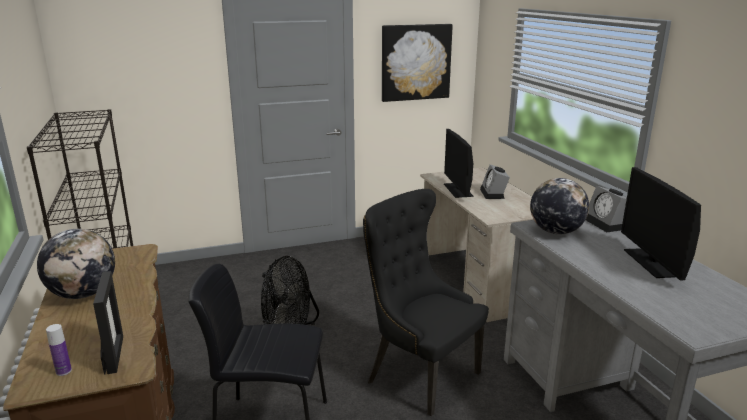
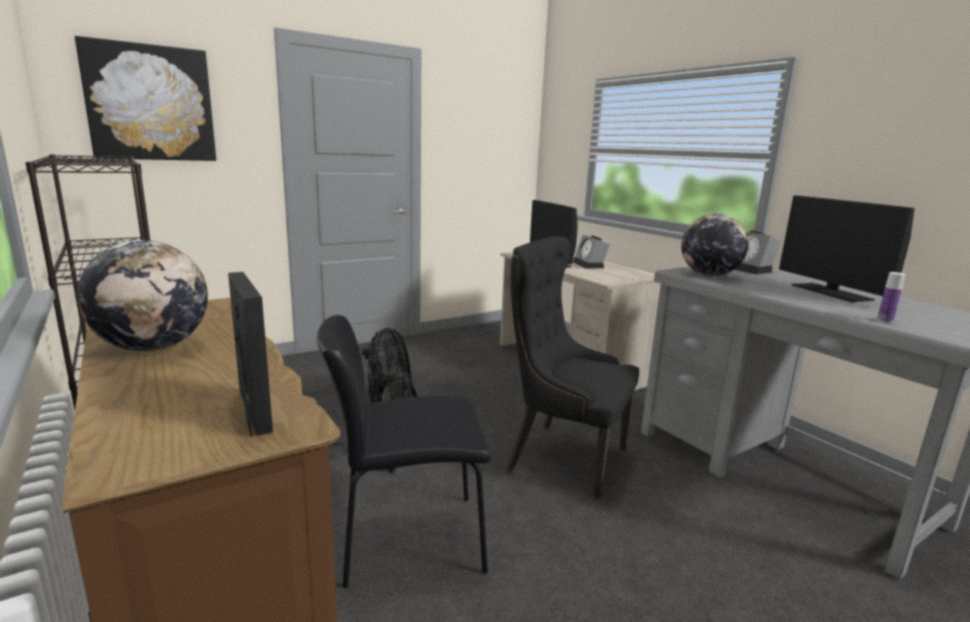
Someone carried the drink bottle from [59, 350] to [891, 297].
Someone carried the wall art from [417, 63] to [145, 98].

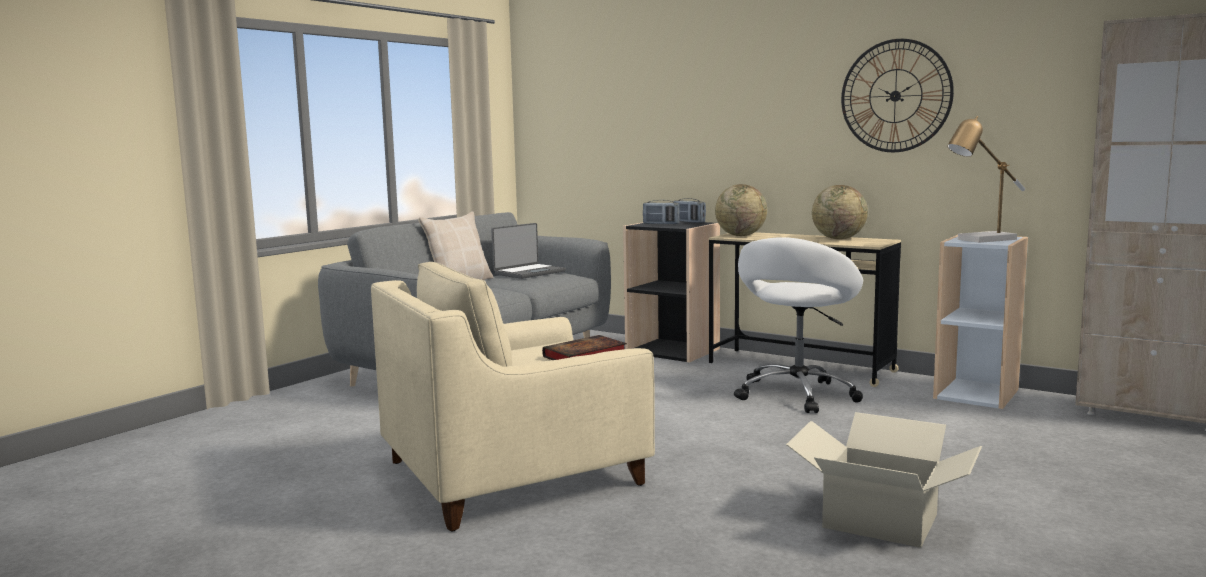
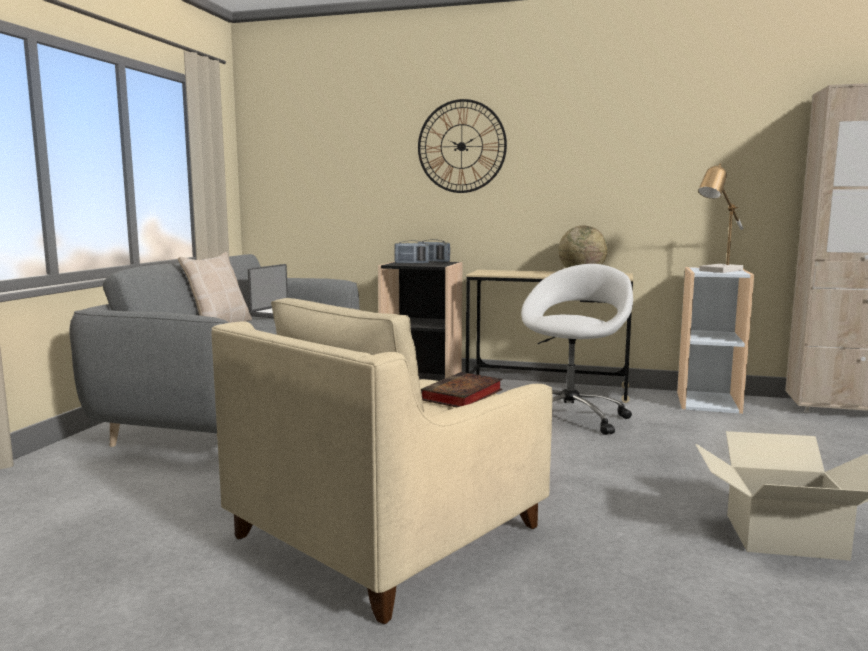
Someone took away the world globe at [741, 210].
Someone rotated the white office chair at [798, 325] by 150 degrees counterclockwise.
Someone carried the wall clock from [897, 95] to [462, 146].

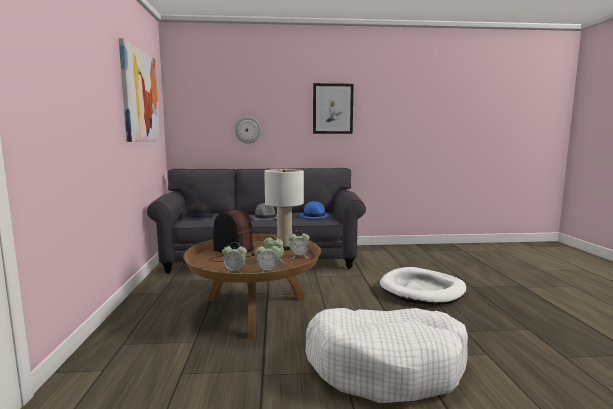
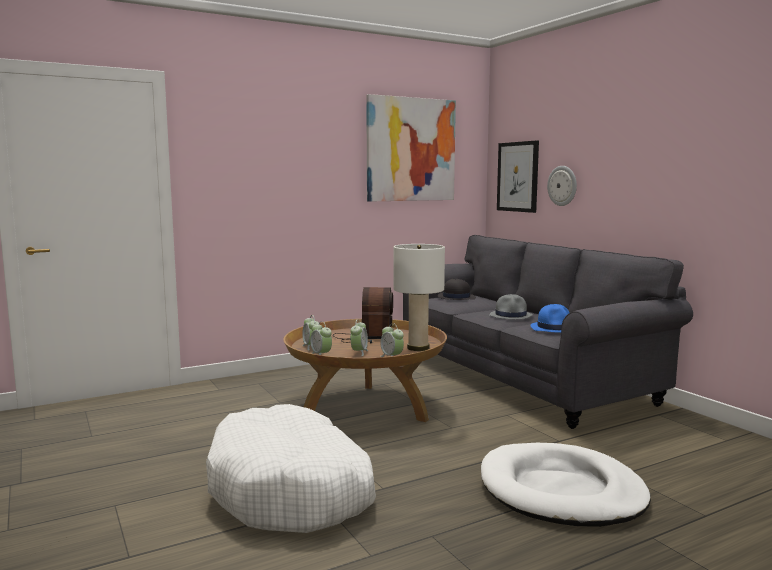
Someone carried the wall art from [333, 108] to [518, 177].

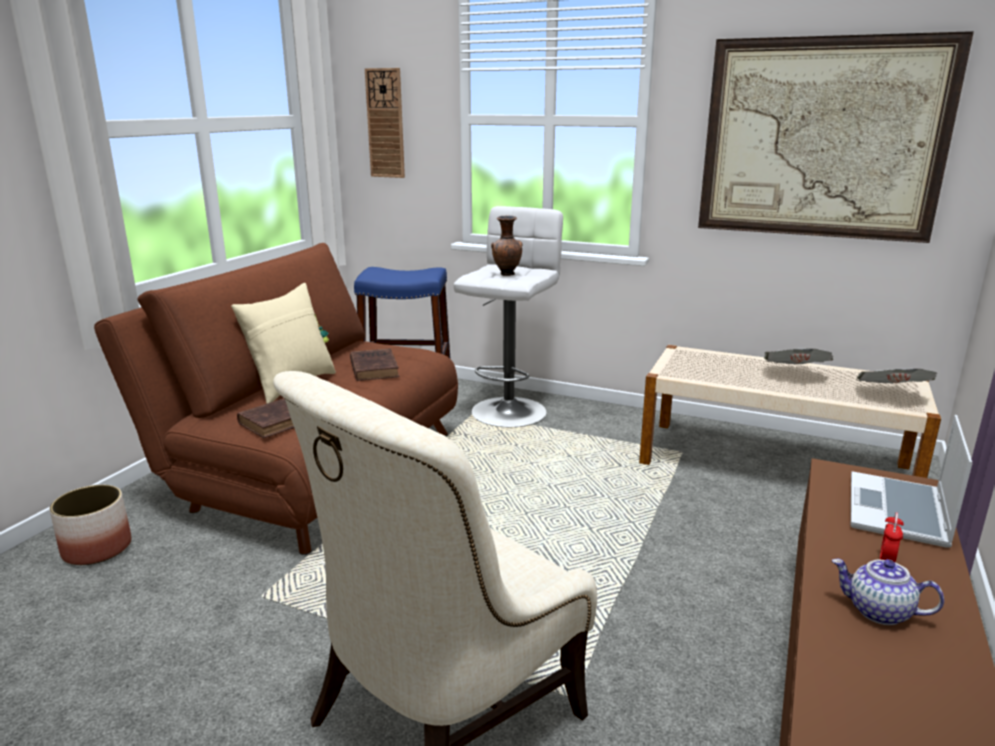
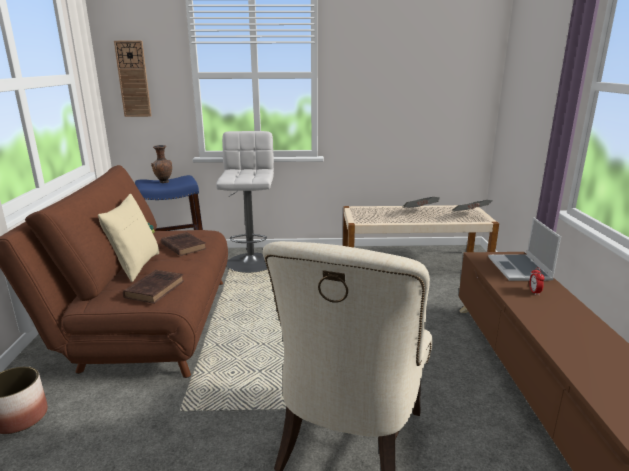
Someone carried the brownish decorative vase from [506, 246] to [161, 164].
Someone took away the wall art at [836, 137].
Someone took away the teapot at [888, 592].

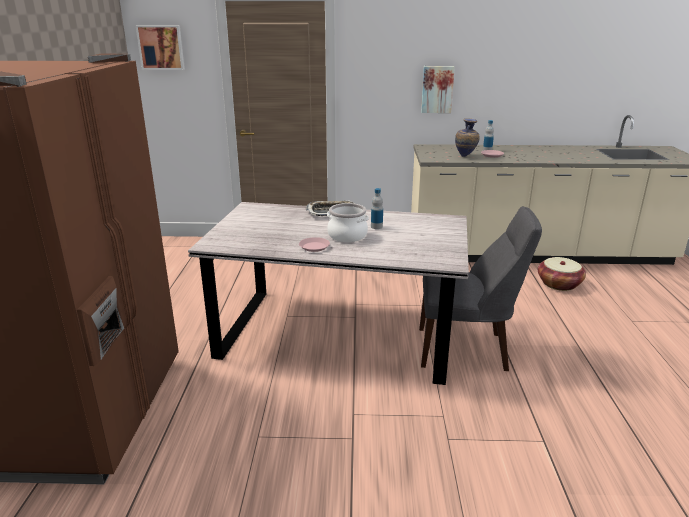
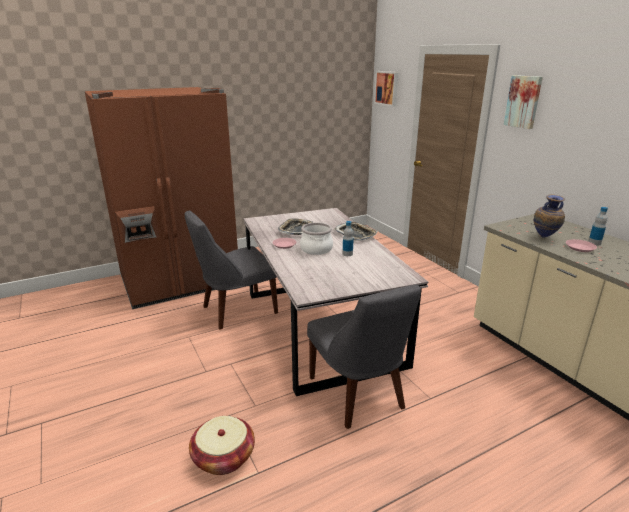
Someone carried the wall art from [438, 89] to [523, 102].
Someone carried the storage basket from [562, 274] to [222, 445].
Someone put down the gray chair at [231, 270].
Someone put down the carrying tray at [296, 226].

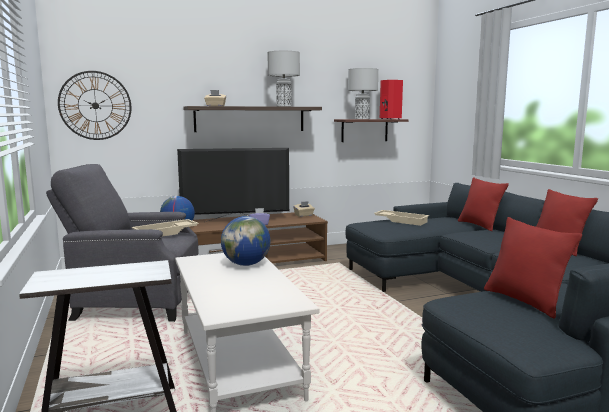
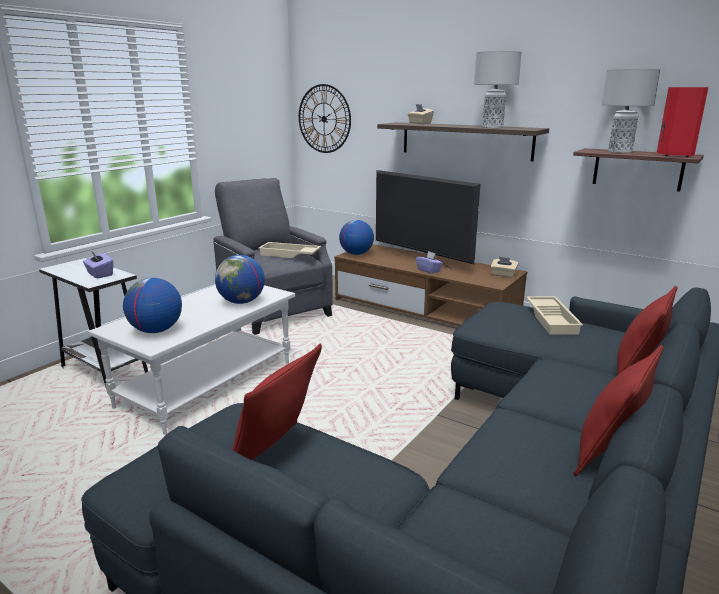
Someone put down the purplish tissue box at [98, 265].
Someone put down the world globe at [152, 305].

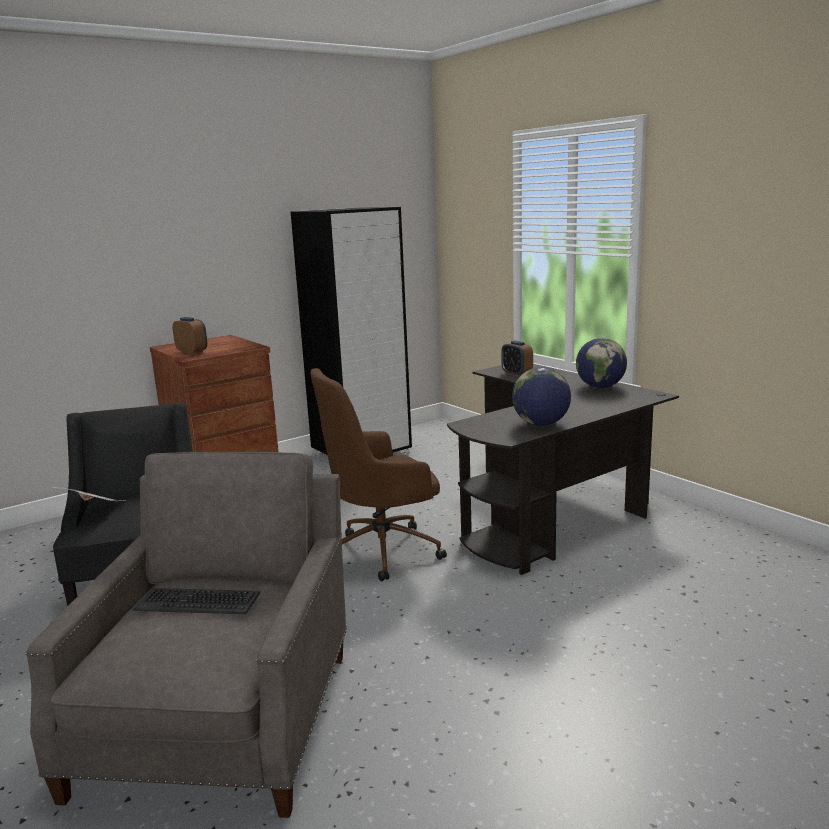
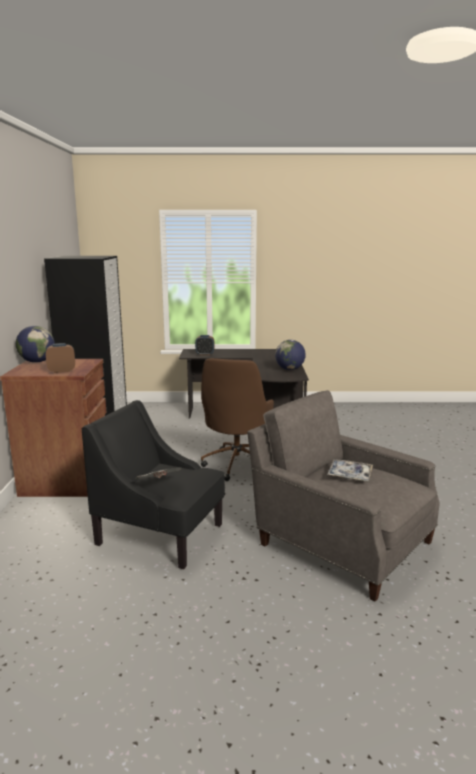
Someone swapped the keyboard at [196, 601] for the carrying tray at [350, 470].
Someone carried the world globe from [601, 363] to [35, 344].

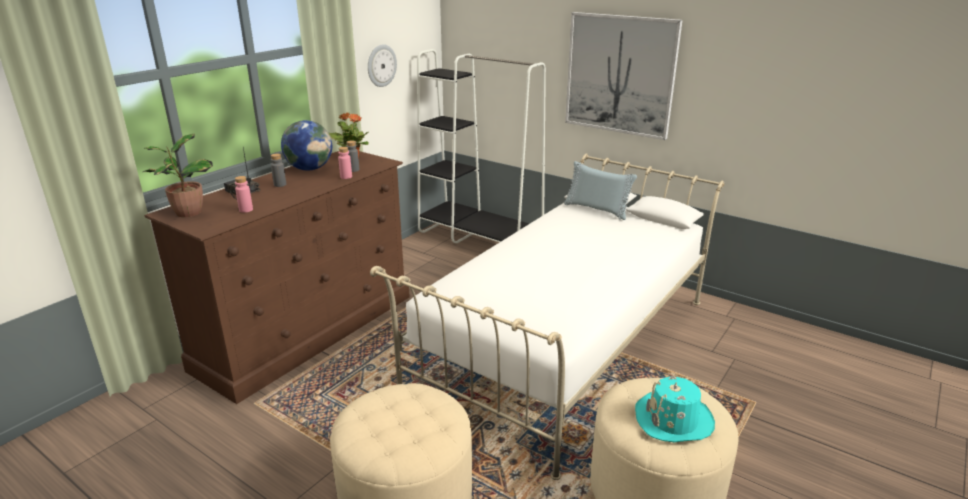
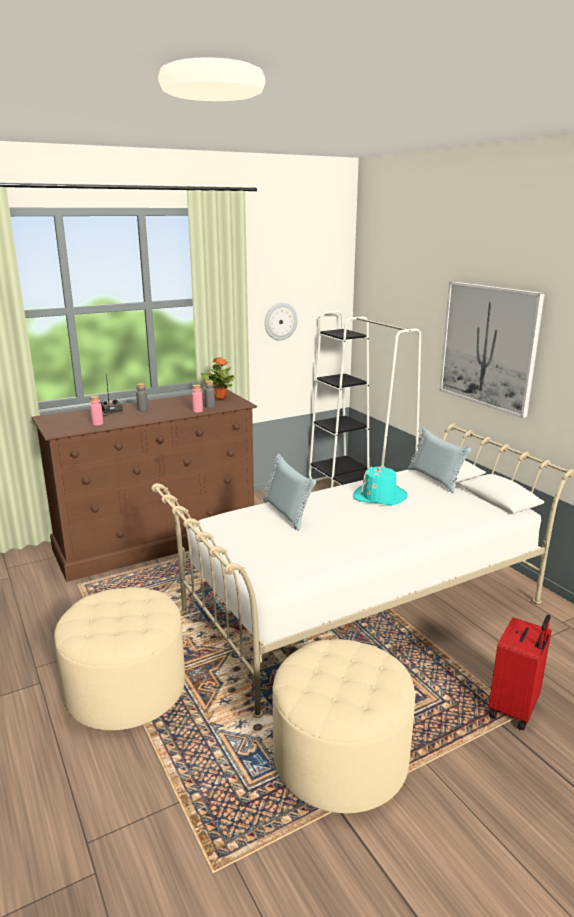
Someone took away the houseplant at [178, 175].
Someone took away the world globe at [306, 145].
Someone carried the turquoise-coloured wearable hat from [675, 409] to [380, 485].
Someone put down the bluish pillow at [288, 492].
Someone put down the reddish travel case at [520, 672].

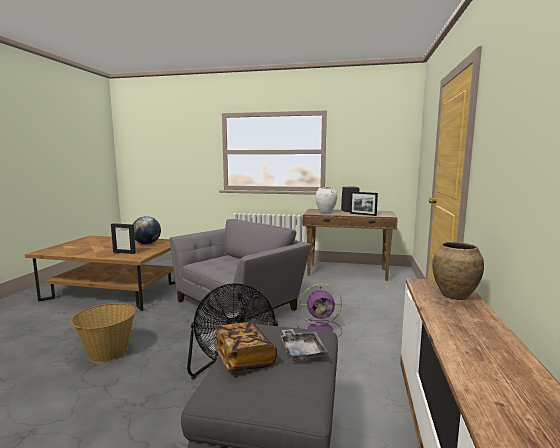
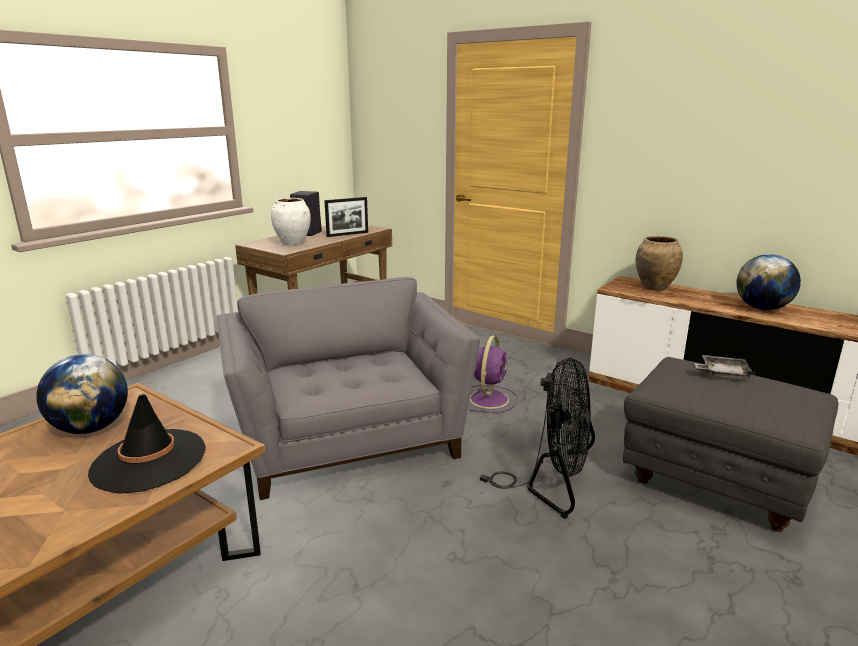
Someone took away the storage basket at [103, 333].
Someone swapped the photo frame at [123, 238] for the black wearable hat at [147, 444].
Someone took away the bound book at [245, 346].
Someone put down the world globe at [769, 282].

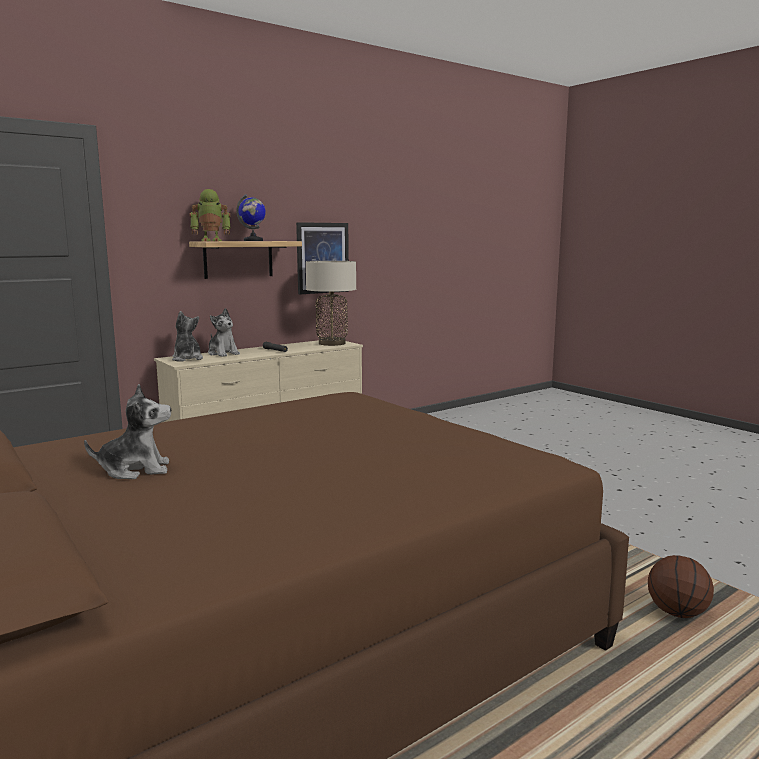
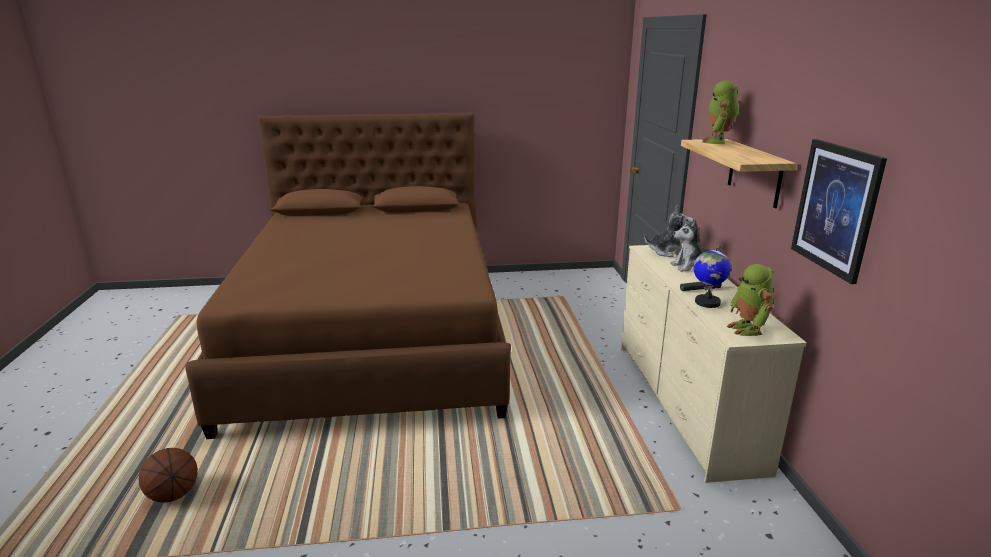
Someone took away the plush toy at [127, 431].
Someone carried the world globe from [251, 217] to [712, 276].
Someone swapped the tabletop lamp at [331, 303] for the toy robot at [750, 300].

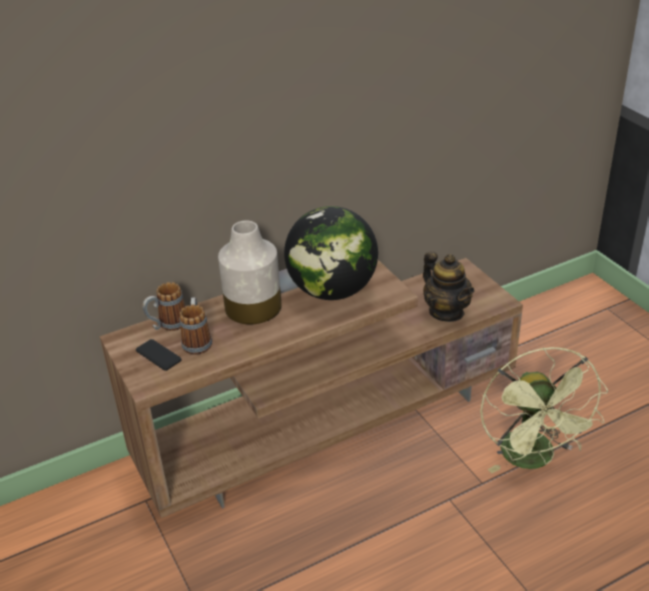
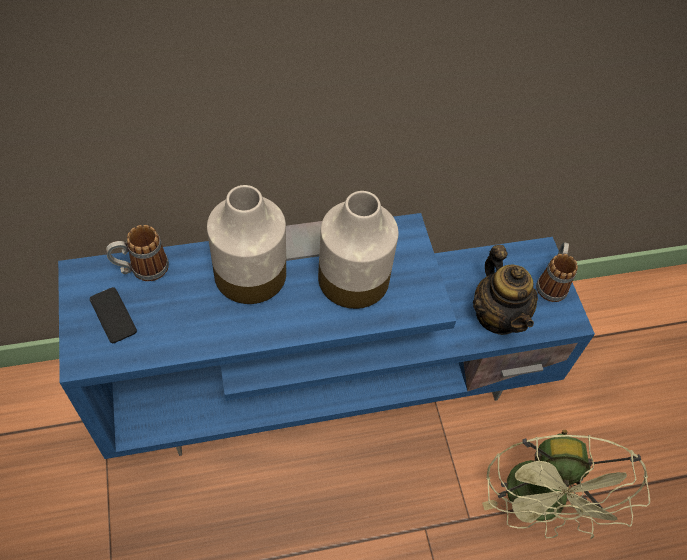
Someone repainted the brownish tv stand at [311, 388], which became the bluish tv stand at [326, 336].
Someone carried the tea mug from [195, 326] to [557, 272].
Someone swapped the world globe at [331, 253] for the beige-coloured decorative vase at [358, 250].

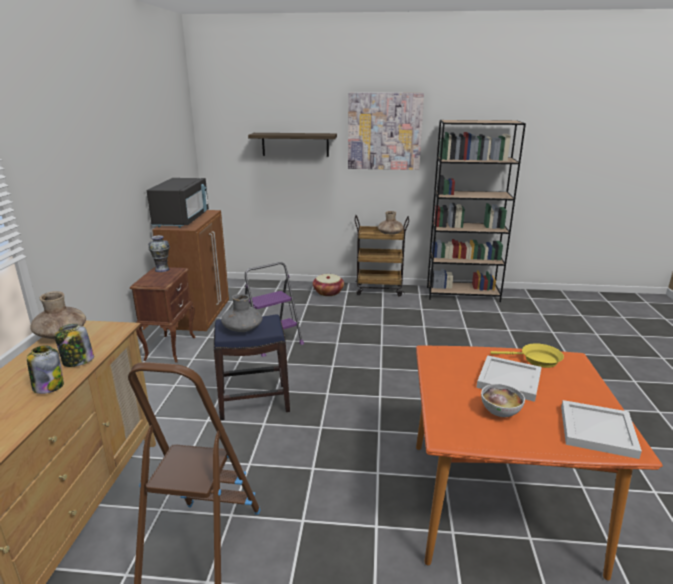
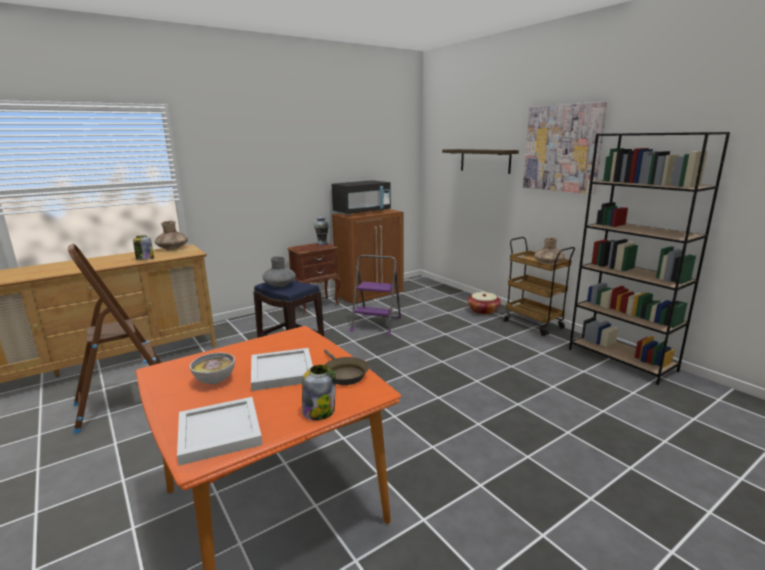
Someone carried the jar from [45, 369] to [319, 392].
Someone repainted the yellowish pan at [527, 355], which became the brownish pan at [346, 367].

